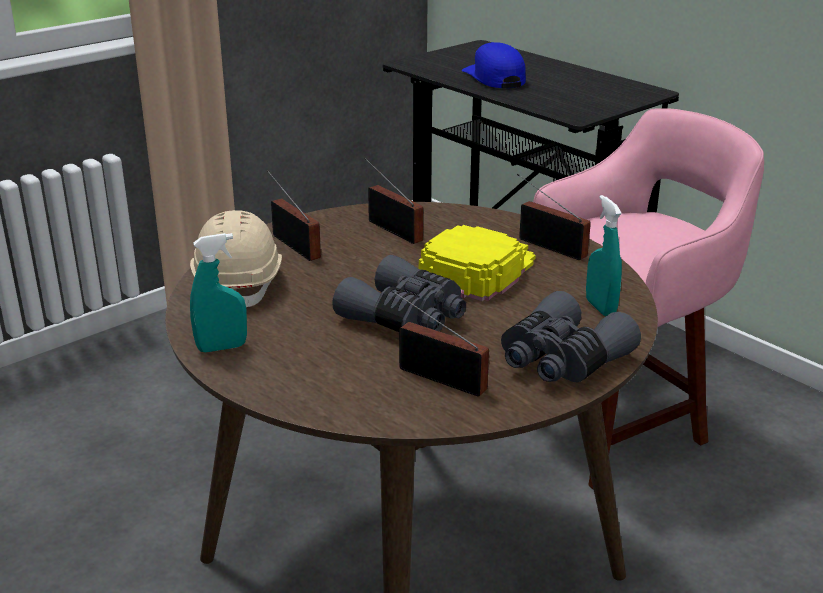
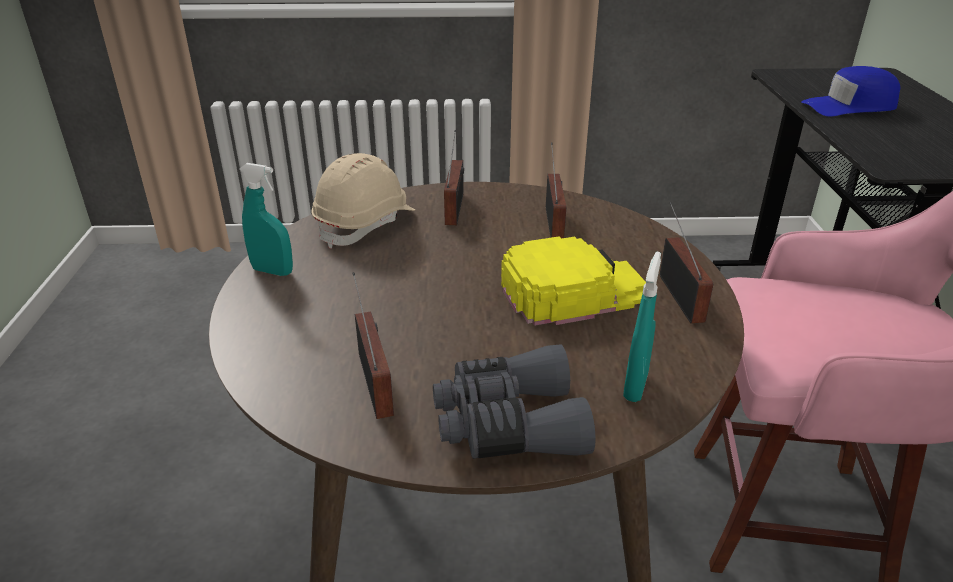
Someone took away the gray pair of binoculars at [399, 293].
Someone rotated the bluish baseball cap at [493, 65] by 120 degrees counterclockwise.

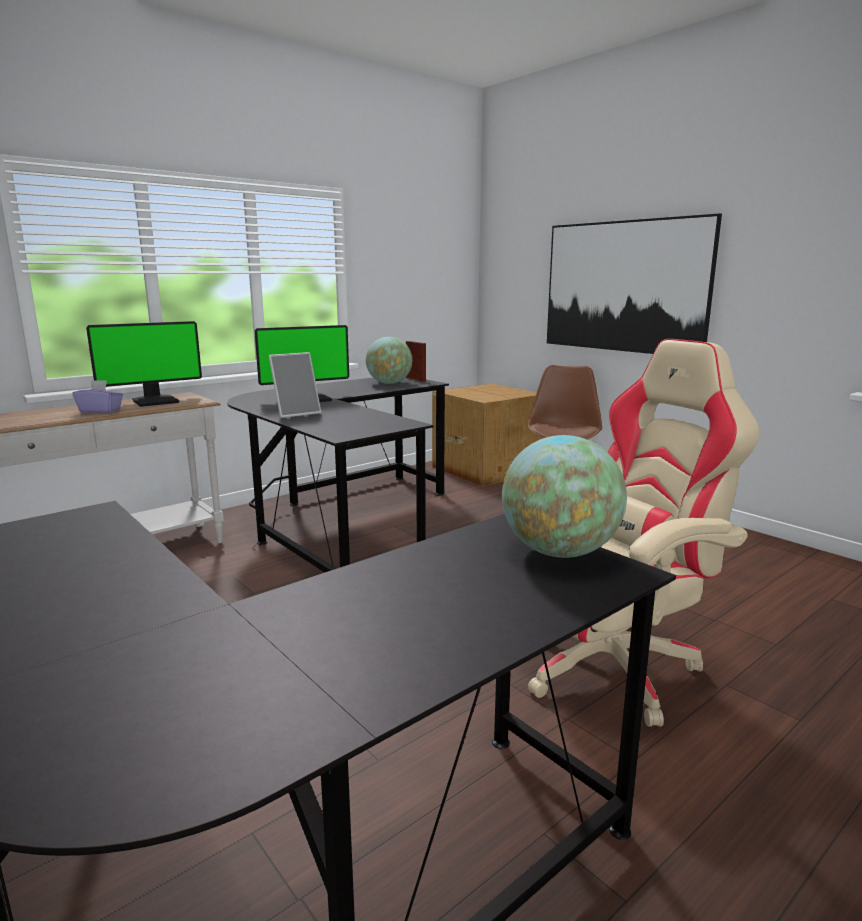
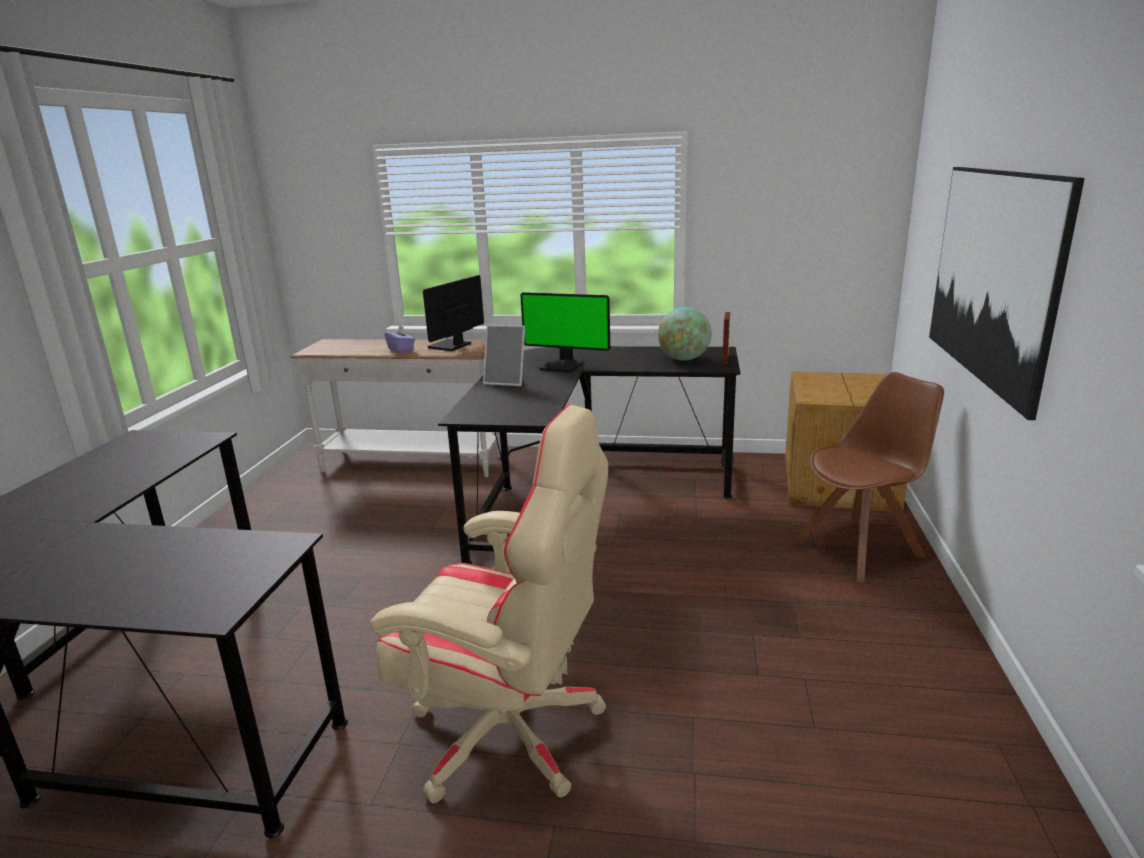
Someone rotated the computer display at [144, 364] by 105 degrees clockwise.
Someone took away the world globe at [564, 496].

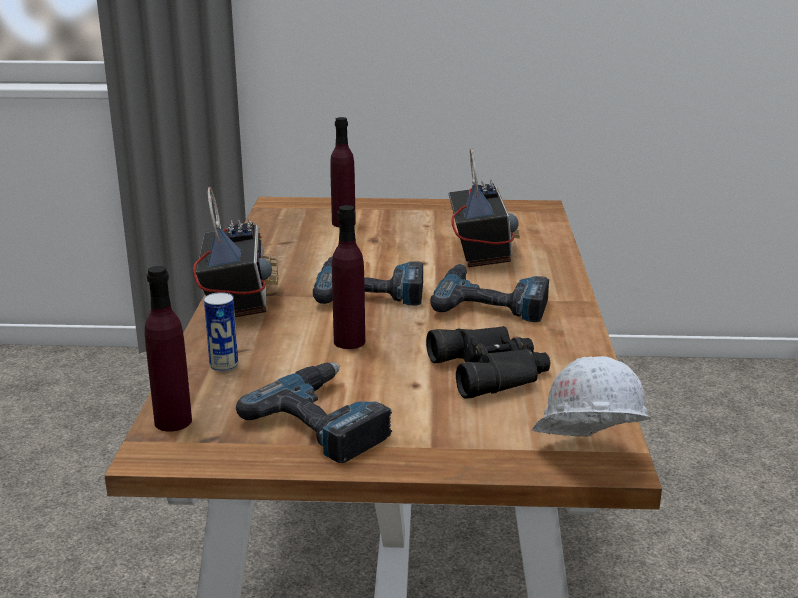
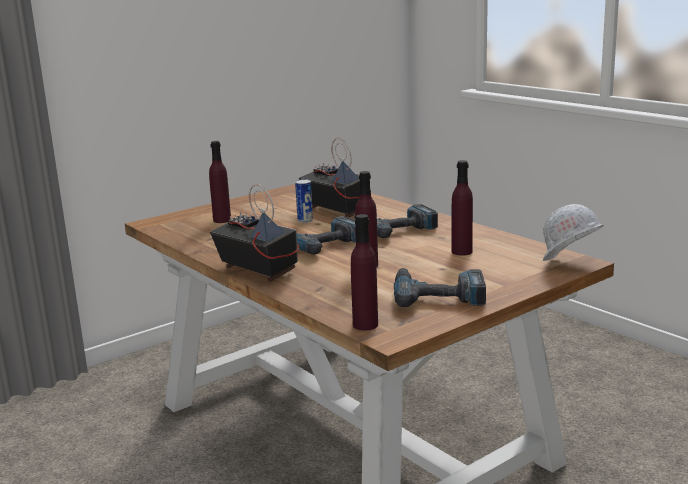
Someone carried the sealed can from [221, 332] to [304, 201].
Someone swapped the black pair of binoculars at [488, 362] for the purplish drink bottle at [462, 208].

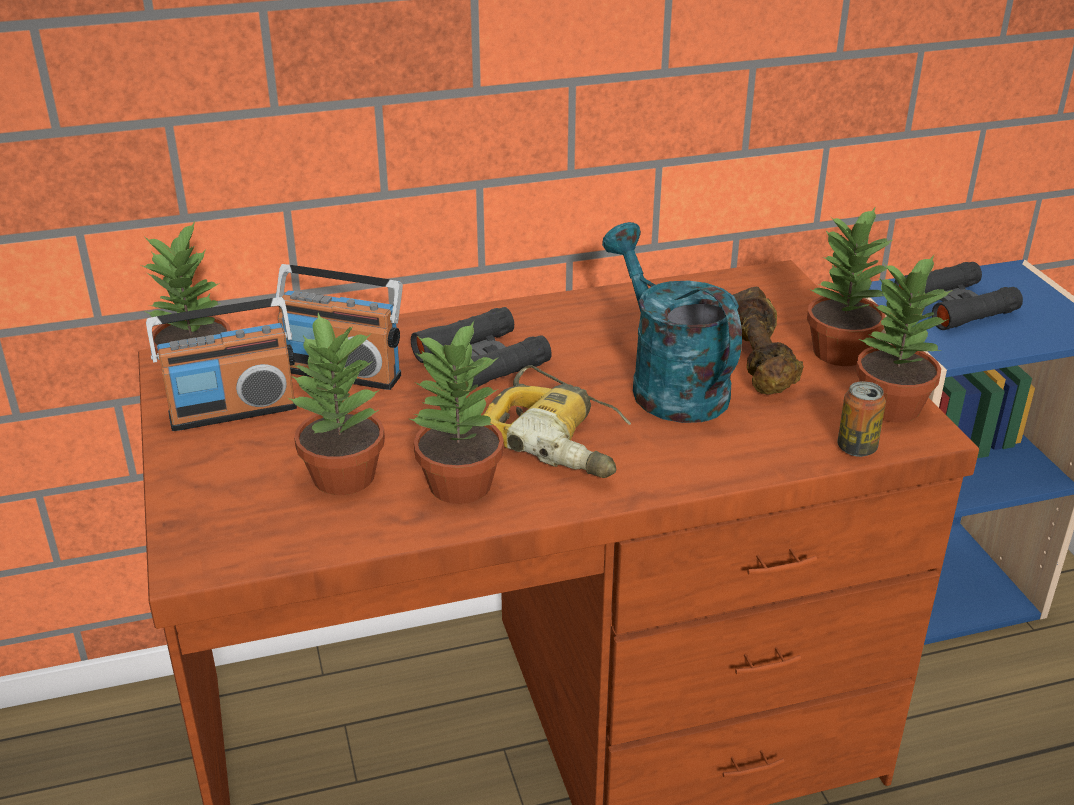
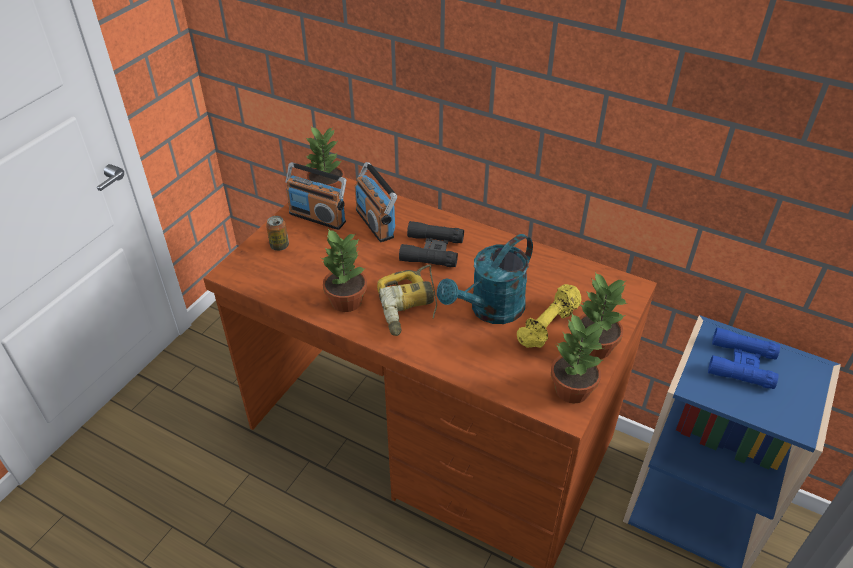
Someone took away the houseplant at [336, 404].
Someone rotated the turquoise-coloured watering pot at [672, 322] by 150 degrees counterclockwise.
Someone repainted the brownish hand weight at [768, 341], which became the yellowish hand weight at [549, 316].
Someone carried the sealed can from [861, 419] to [277, 233].
Someone repainted the black pair of binoculars at [958, 296], which became the bluish pair of binoculars at [744, 358].

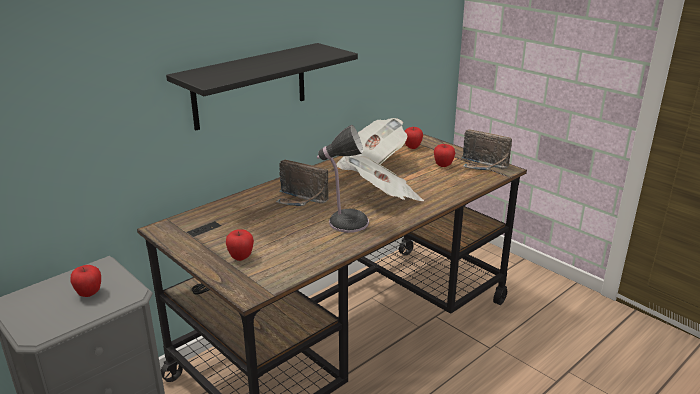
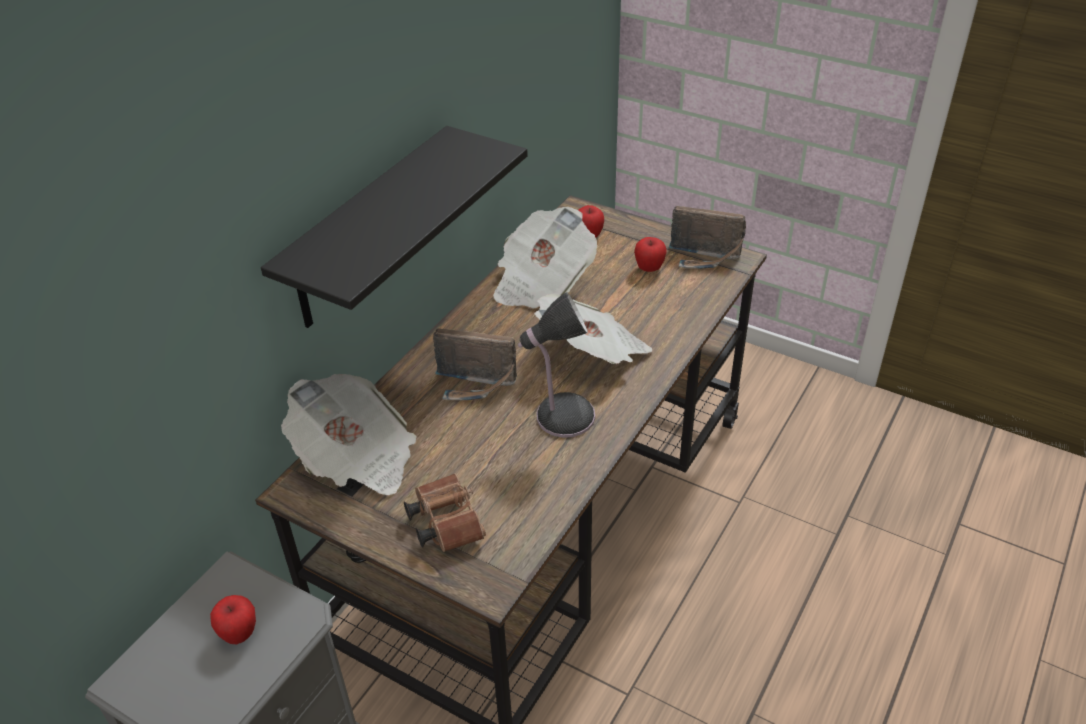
Someone swapped the apple fruit at [240, 245] for the brownish pair of binoculars at [445, 512].
Someone put down the newspaper at [349, 434].

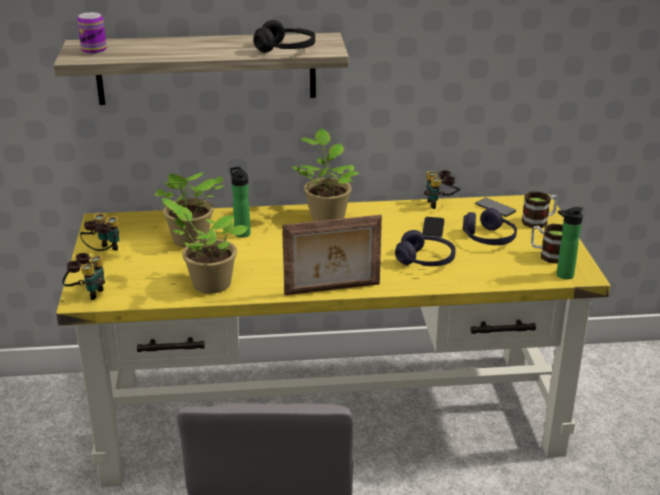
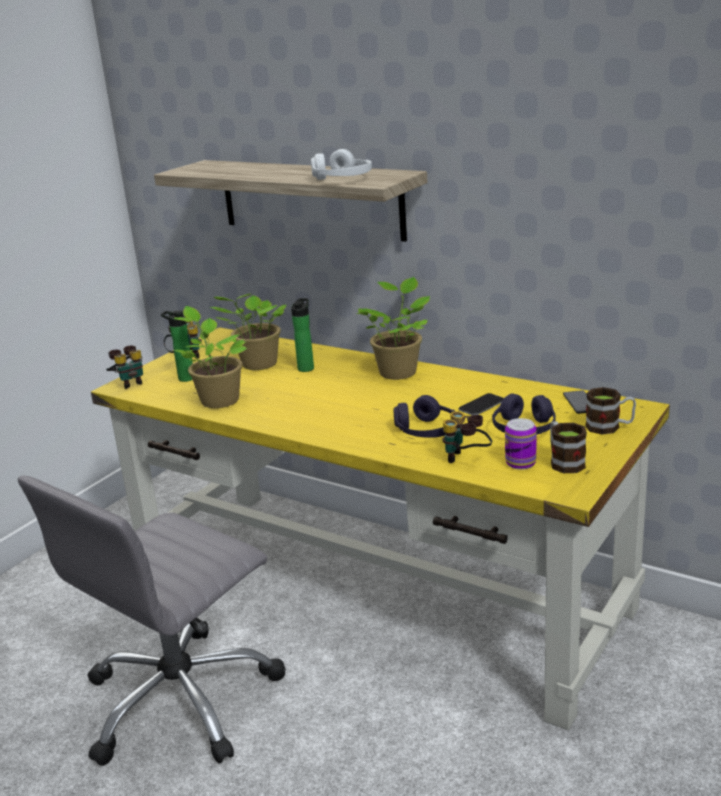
Someone carried the sealed can from [92, 33] to [521, 444].
Someone repainted the black pair of headphones at [284, 36], which became the white pair of headphones at [341, 164].
Someone took away the photo frame at [332, 255].
Someone carried the pair of binoculars from [442, 189] to [467, 437].
Someone carried the drink bottle from [569, 243] to [177, 346].

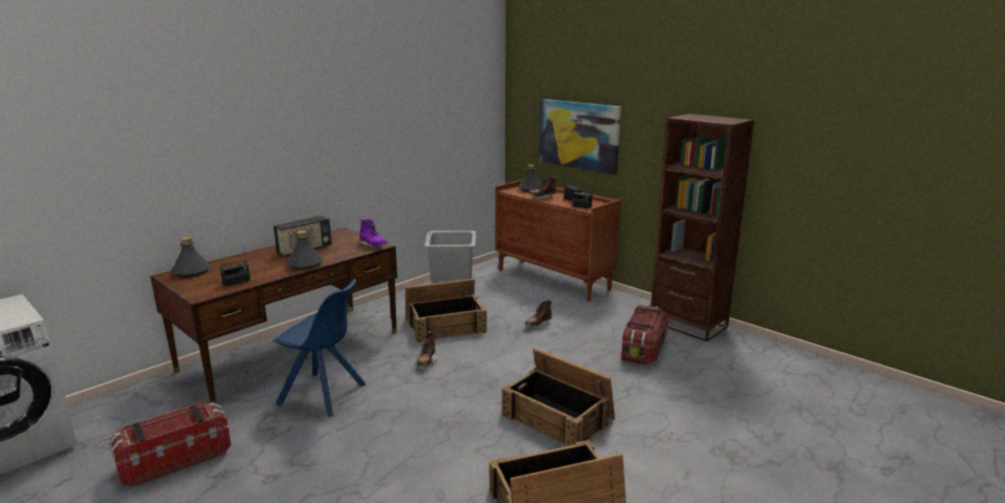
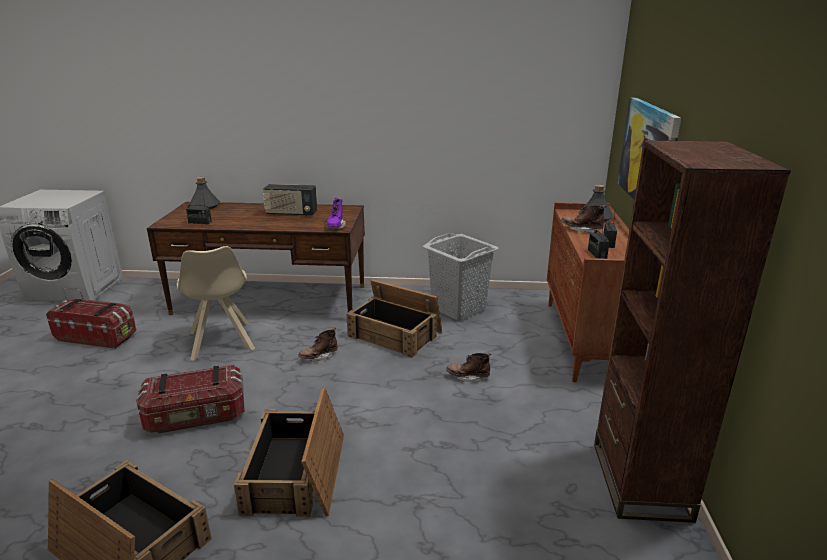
Someone repainted the bluish chair at [319, 348], which became the beige-coloured chair at [216, 303].
Someone took away the gray drink bottle at [305, 250].
Someone carried the storage box from [645, 334] to [190, 399].

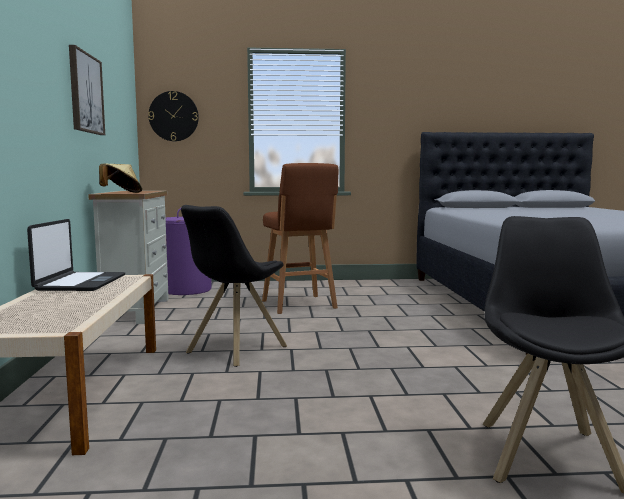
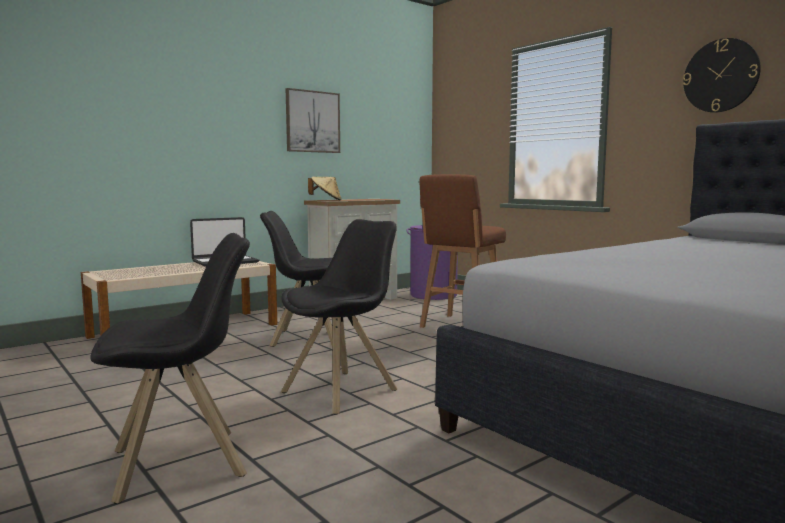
Someone carried the wall clock from [173, 116] to [722, 75].
Someone put down the black chair at [339, 317].

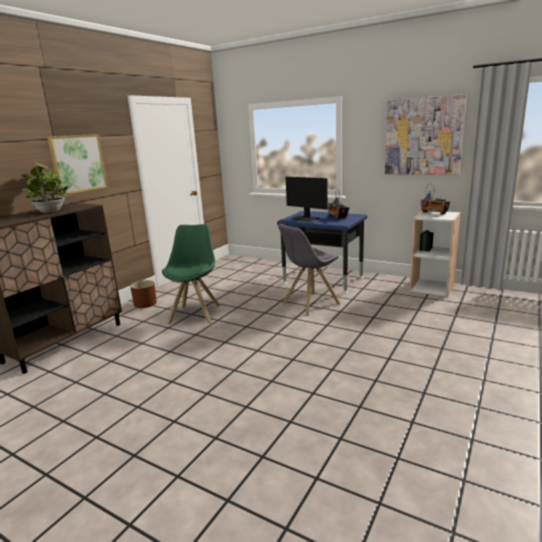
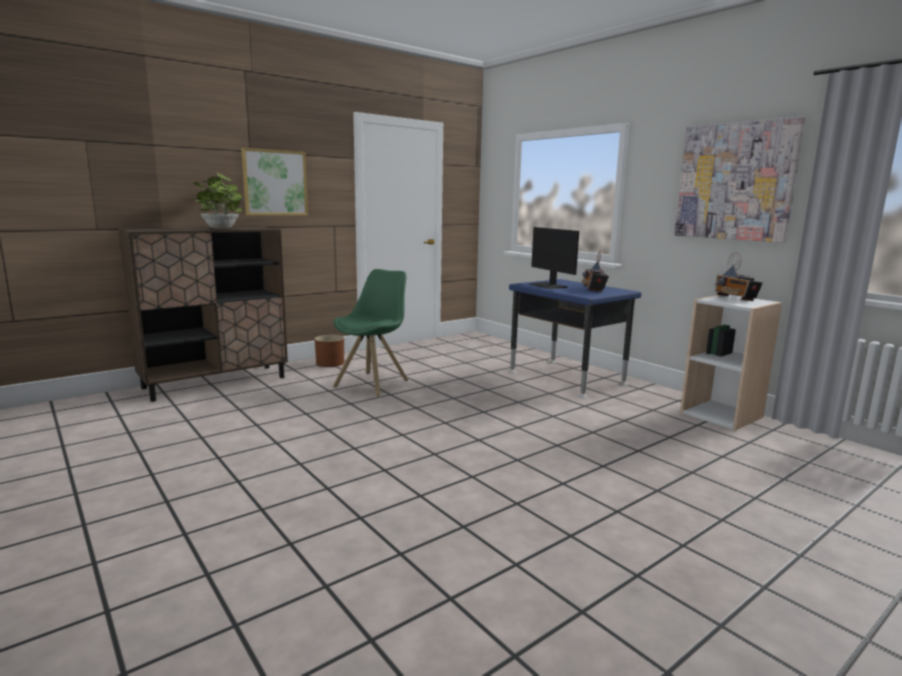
Someone took away the gray chair at [309, 269].

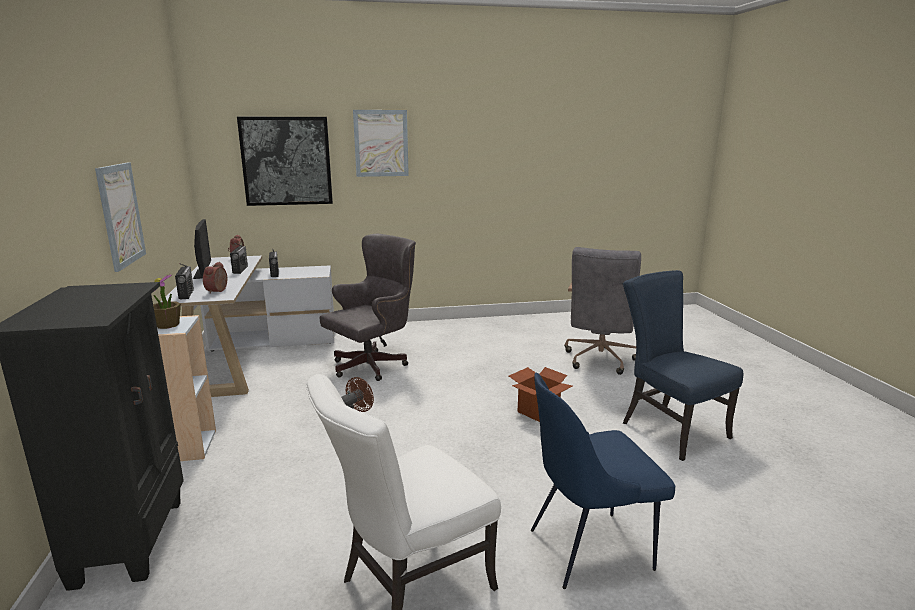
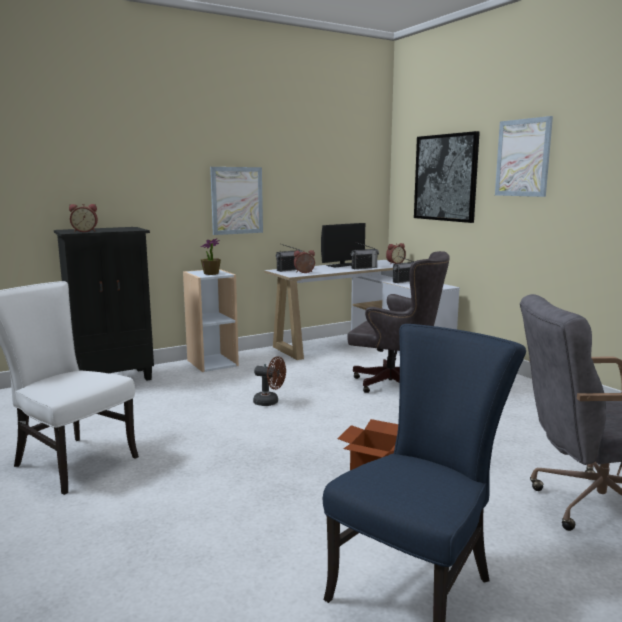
Someone took away the bluish chair at [603, 481].
Someone put down the bedside clock at [83, 218].

